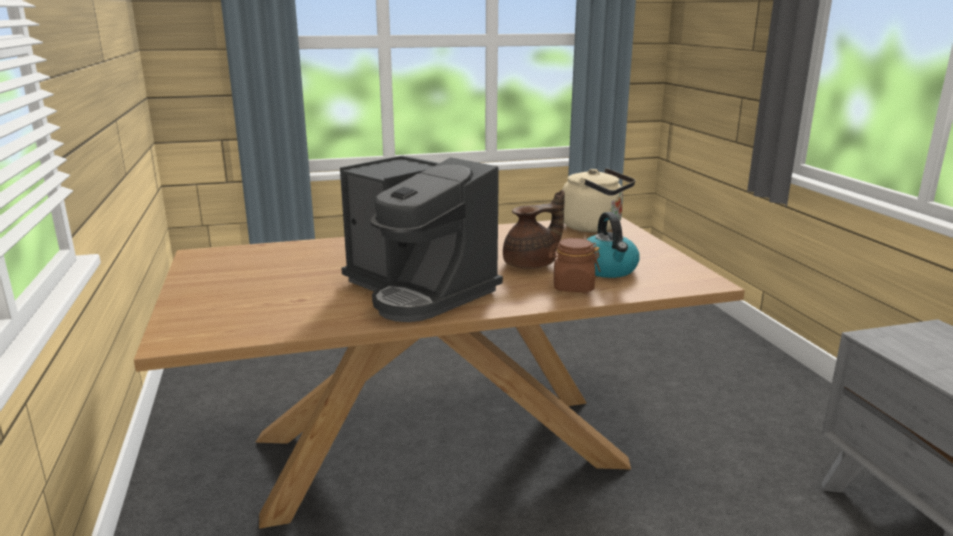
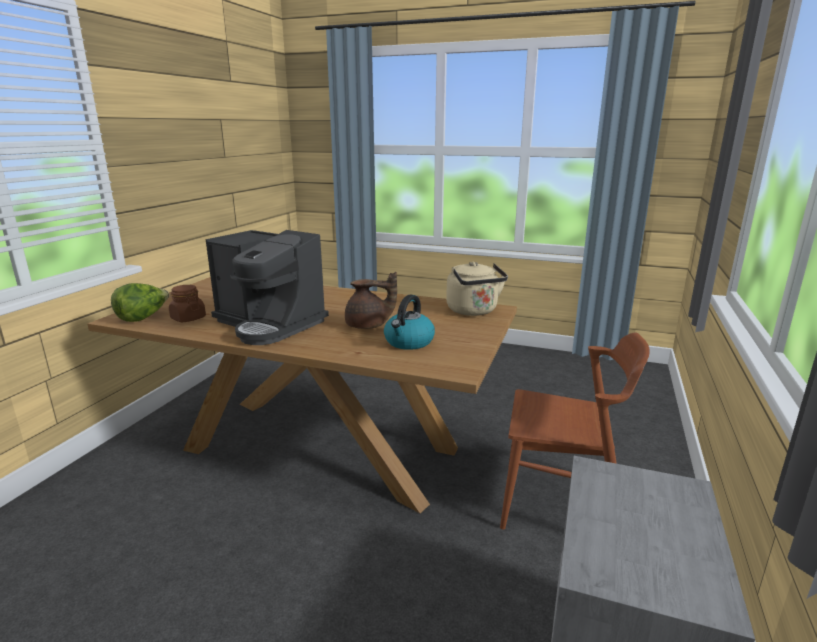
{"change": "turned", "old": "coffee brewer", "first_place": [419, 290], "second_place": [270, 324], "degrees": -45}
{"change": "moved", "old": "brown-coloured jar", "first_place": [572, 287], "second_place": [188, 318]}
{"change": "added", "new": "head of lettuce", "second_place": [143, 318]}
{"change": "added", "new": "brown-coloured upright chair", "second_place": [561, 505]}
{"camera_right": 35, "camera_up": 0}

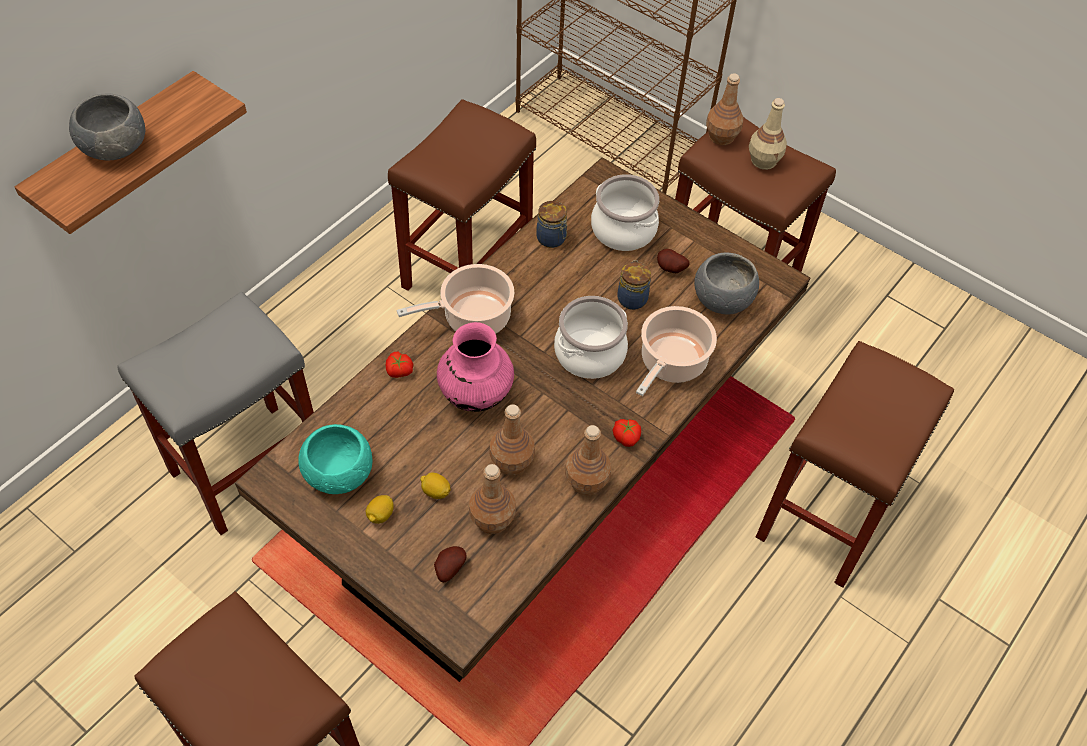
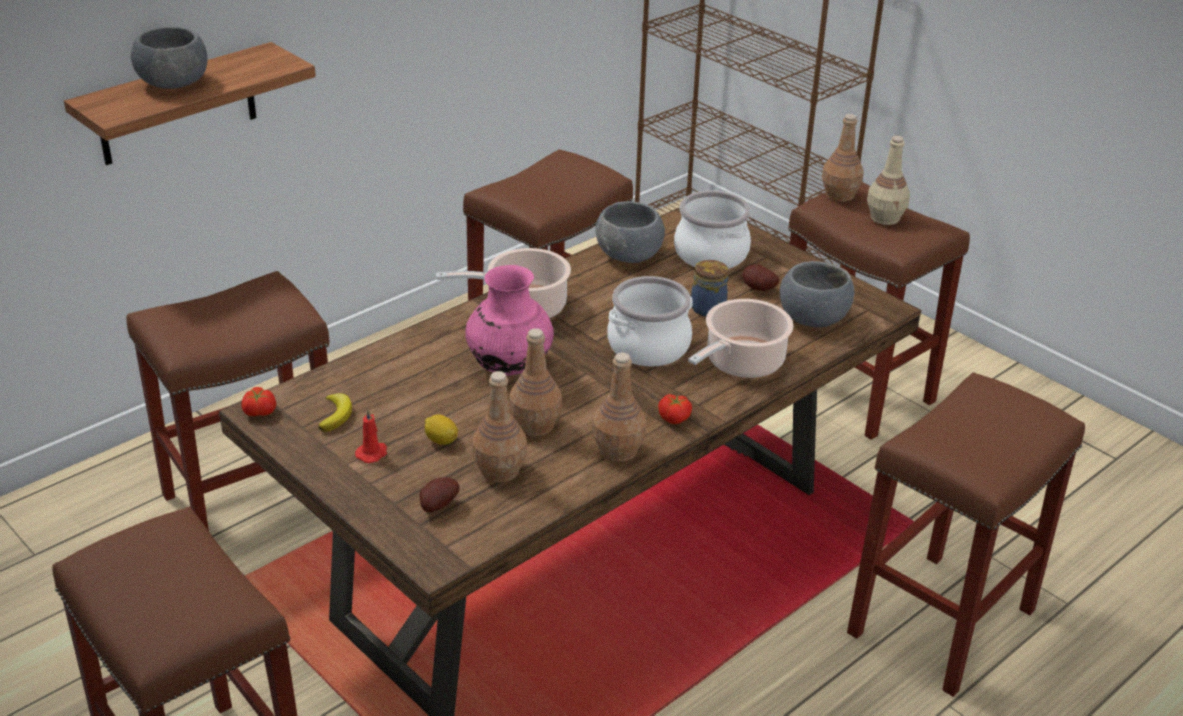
{"change": "recoloured", "old": "grey sitting stool", "new": "brown-coloured sitting stool", "first_place": [249, 465], "second_place": [254, 499]}
{"change": "replaced", "old": "turquoise-coloured deep dish", "new": "whole banana", "first_place": [338, 473], "second_place": [336, 415]}
{"change": "replaced", "old": "whole lemon", "new": "red wax candle", "first_place": [380, 515], "second_place": [372, 453]}
{"change": "moved", "old": "tomato", "first_place": [399, 371], "second_place": [259, 412]}
{"change": "replaced", "old": "jar", "new": "grey deep dish", "first_place": [552, 239], "second_place": [628, 255]}
{"camera_right": 10, "camera_up": -20}

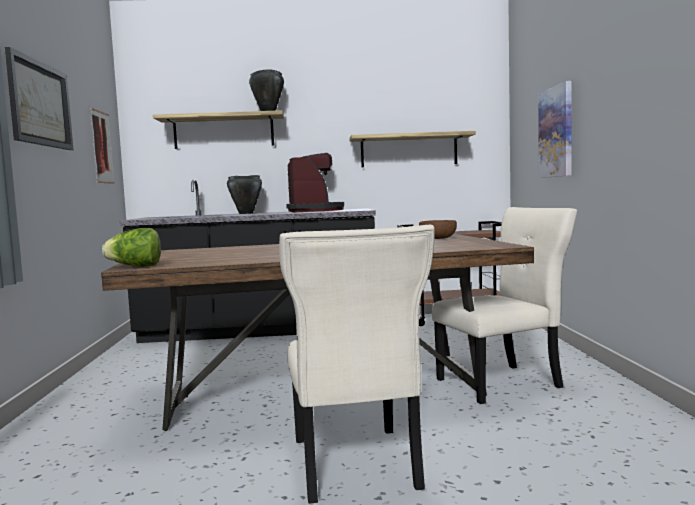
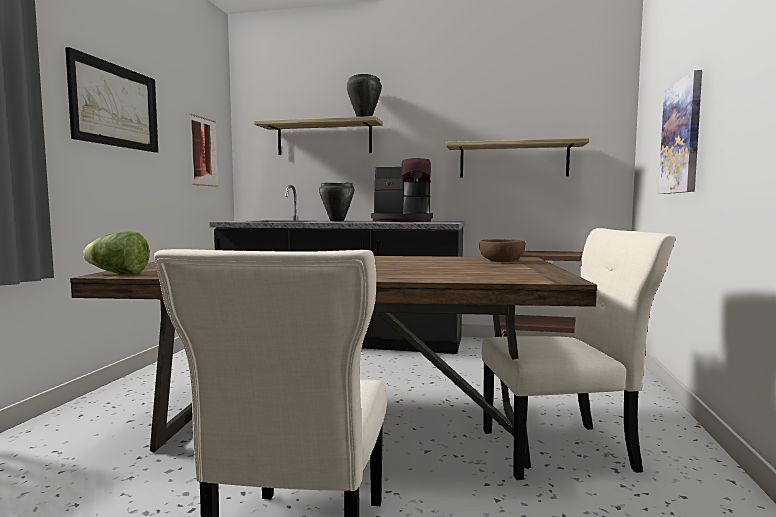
{"change": "turned", "old": "coffee brewer", "first_place": [314, 211], "second_place": [403, 221], "degrees": 90}
{"camera_right": 15, "camera_up": 0}

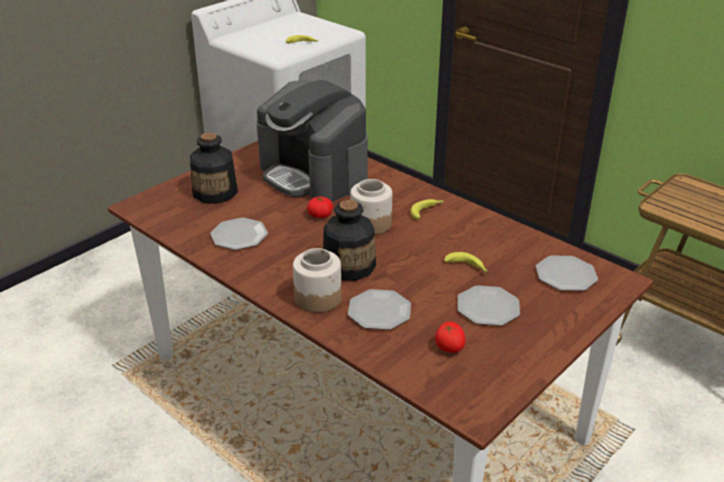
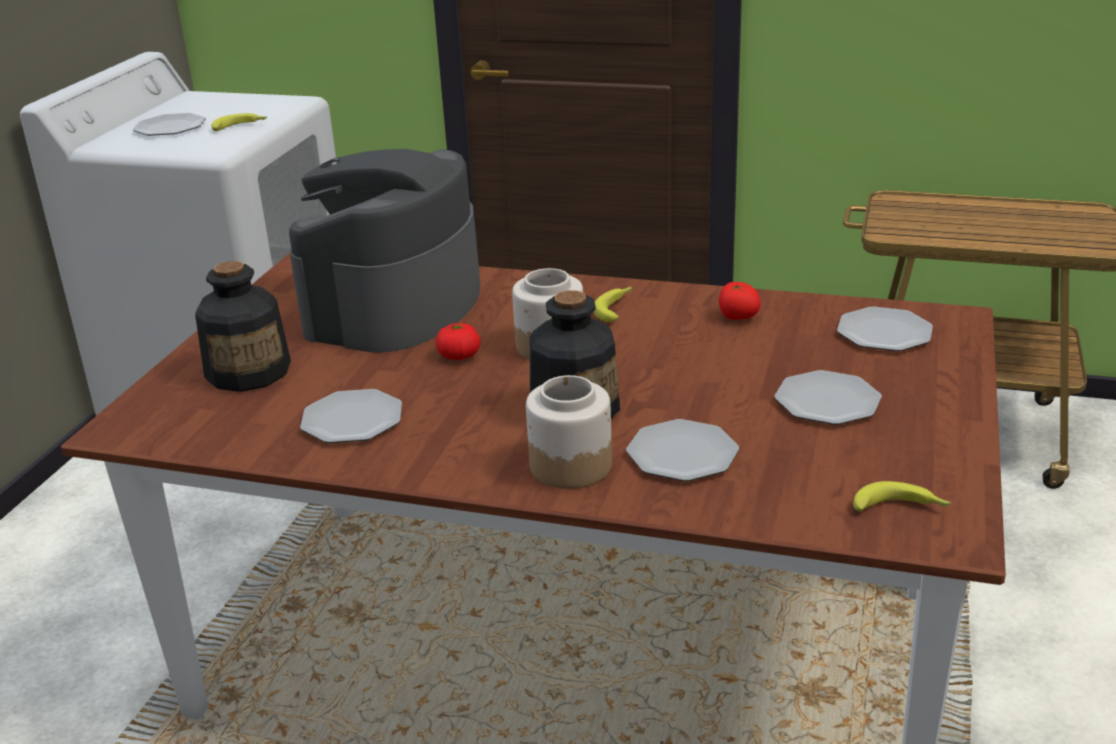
{"change": "turned", "old": "coffee brewer", "first_place": [314, 174], "second_place": [394, 306], "degrees": 90}
{"change": "moved", "old": "tomato", "first_place": [449, 347], "second_place": [737, 317]}
{"change": "moved", "old": "whole banana", "first_place": [467, 267], "second_place": [900, 508]}
{"change": "added", "new": "flat dish", "second_place": [171, 128]}
{"camera_right": -25, "camera_up": -5}

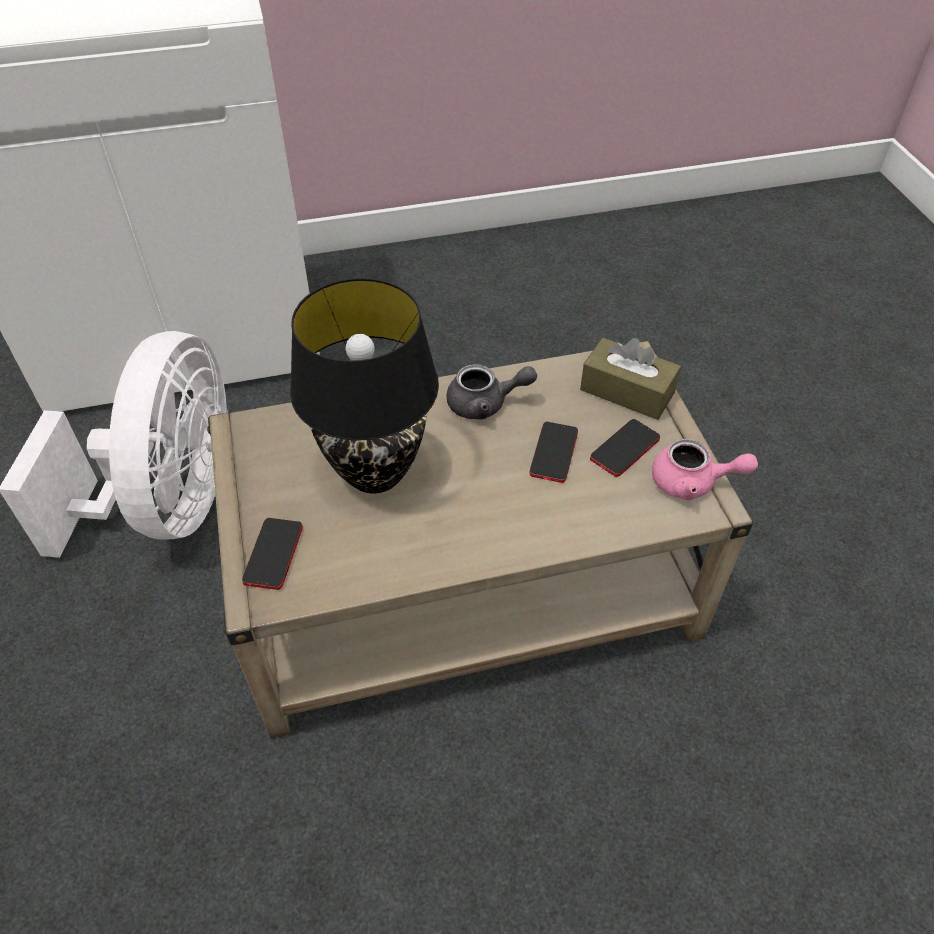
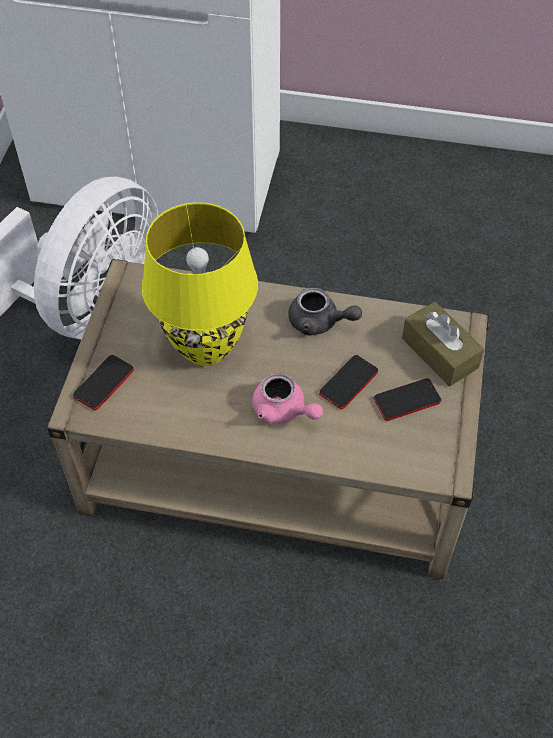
{"change": "recoloured", "old": "black-coloured lamp for a table", "new": "yellow lamp for a table", "first_place": [373, 473], "second_place": [204, 348]}
{"change": "moved", "old": "pink-coloured teapot", "first_place": [692, 483], "second_place": [284, 411]}
{"camera_right": 25, "camera_up": 5}

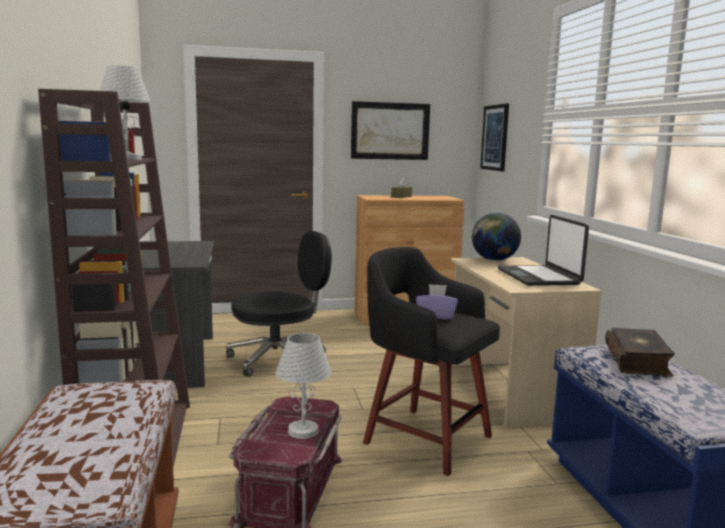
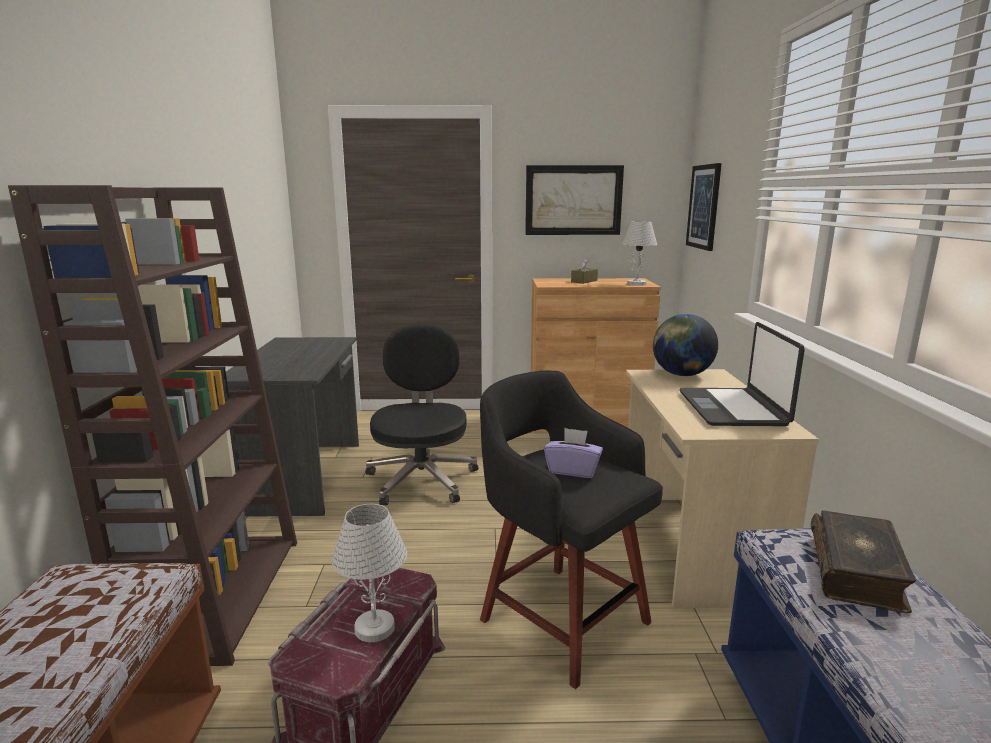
{"change": "moved", "old": "white-coloured lamp for a table", "first_place": [128, 159], "second_place": [637, 284]}
{"change": "turned", "old": "black-coloured computer chair", "first_place": [279, 359], "second_place": [422, 479], "degrees": -75}
{"camera_right": 10, "camera_up": 5}

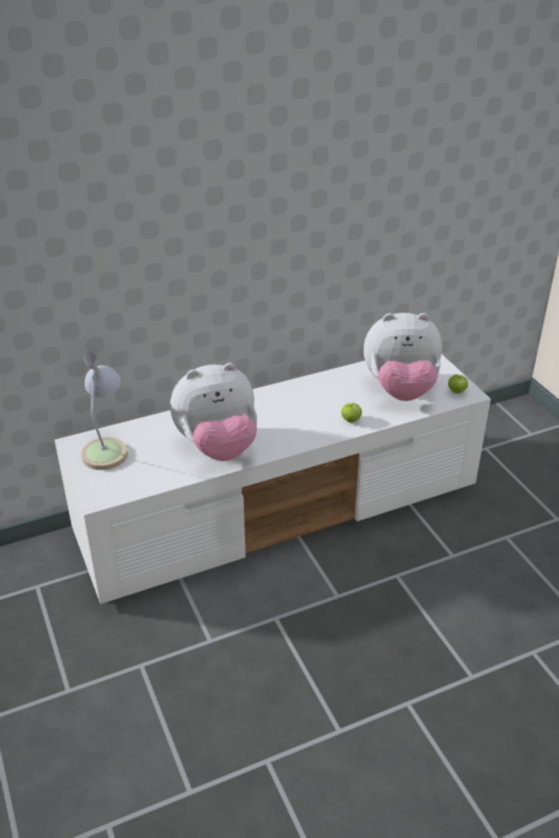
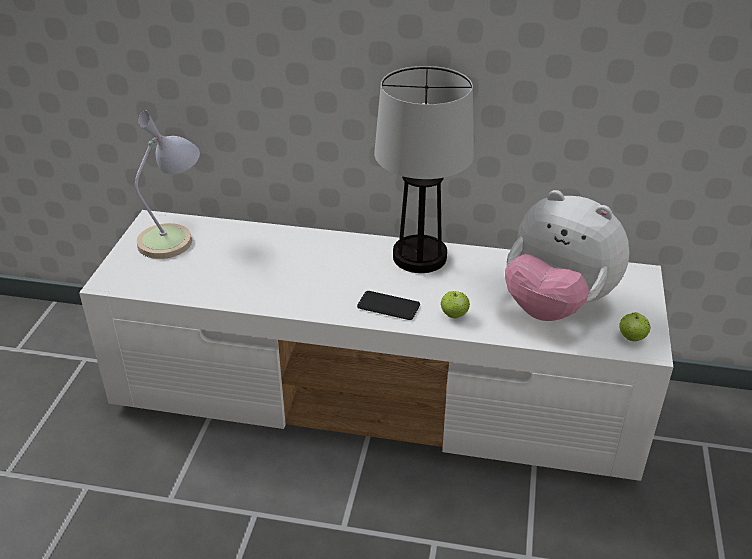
{"change": "removed", "old": "cuddly toy", "first_place": [218, 447]}
{"change": "added", "new": "phone", "second_place": [388, 306]}
{"change": "added", "new": "lamp for a table", "second_place": [421, 257]}
{"camera_right": 35, "camera_up": 0}

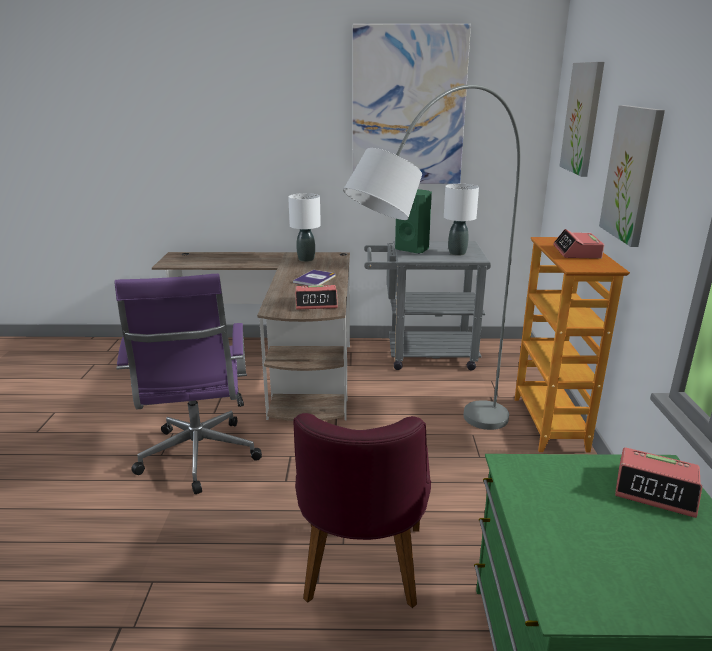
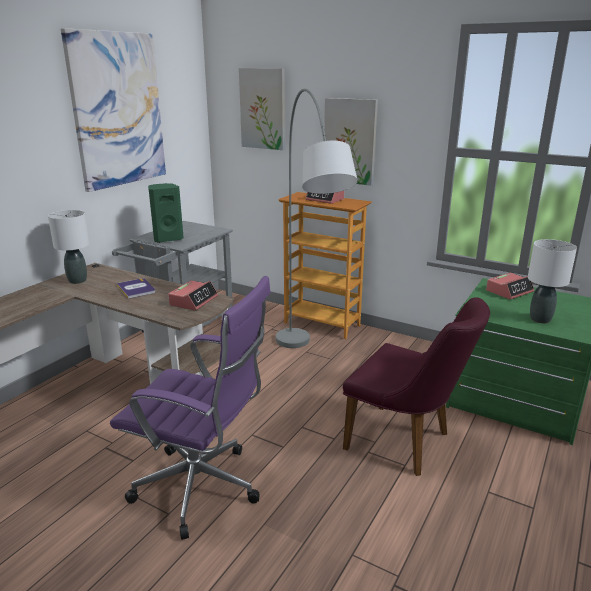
{"change": "moved", "old": "white-coloured lamp for a table", "first_place": [457, 253], "second_place": [540, 319]}
{"camera_right": -60, "camera_up": 0}

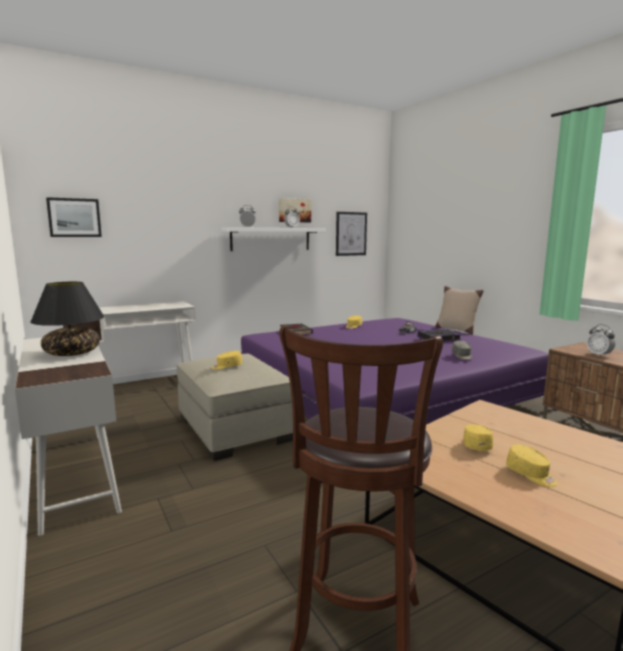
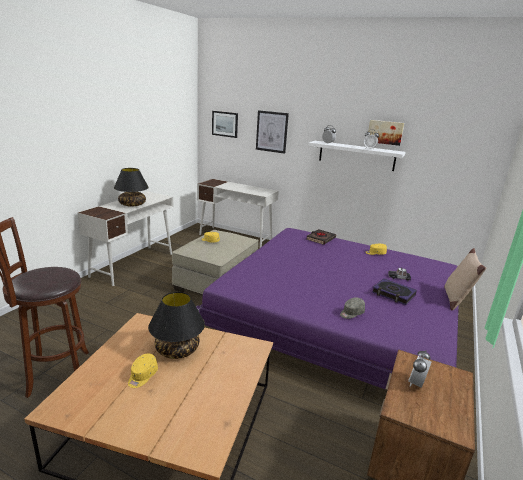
{"change": "moved", "old": "wall art", "first_place": [351, 234], "second_place": [272, 131]}
{"change": "replaced", "old": "yellow peaked cap", "new": "black-coloured lamp for a table", "first_place": [476, 444], "second_place": [177, 349]}
{"camera_right": 55, "camera_up": 10}

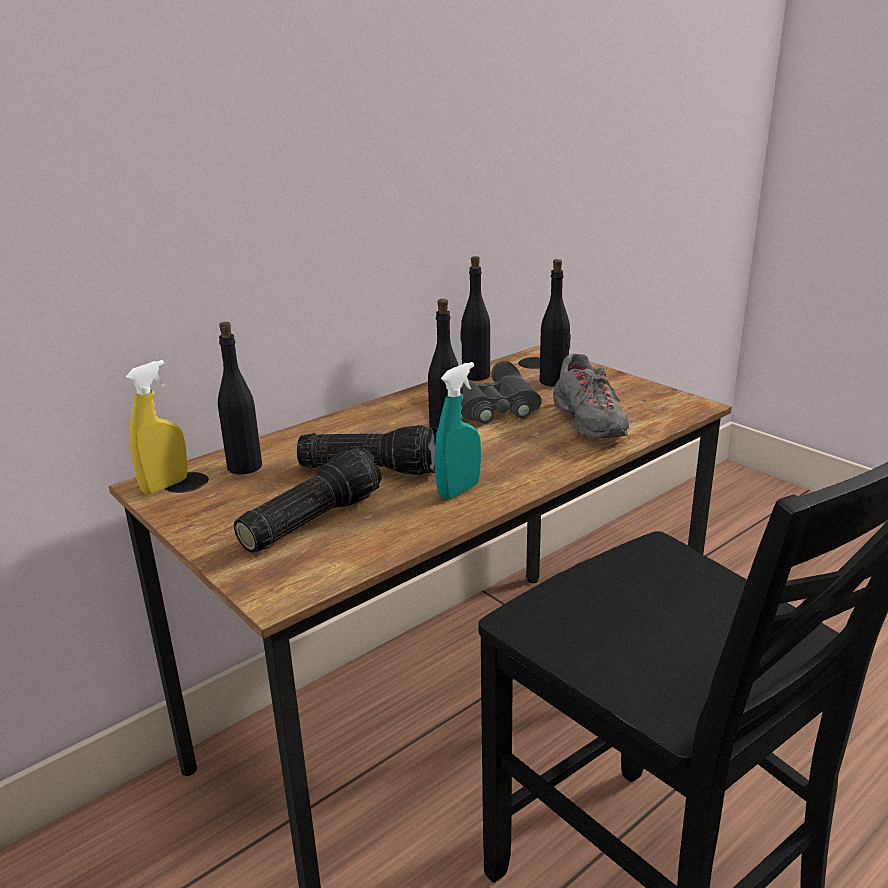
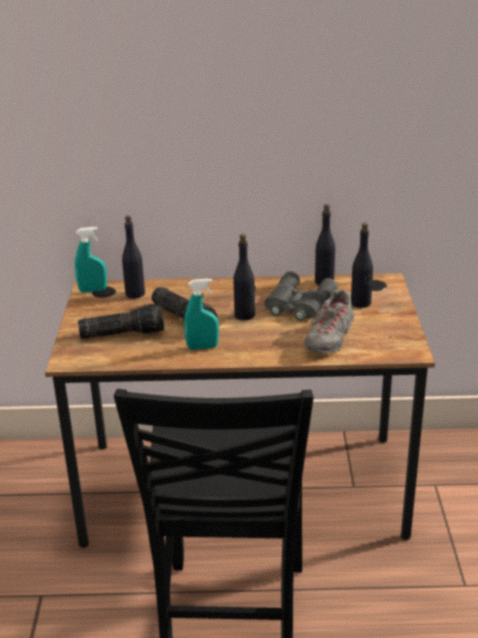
{"change": "recoloured", "old": "yellow spray bottle", "new": "turquoise-coloured spray bottle", "first_place": [165, 485], "second_place": [93, 290]}
{"camera_right": 40, "camera_up": 5}

